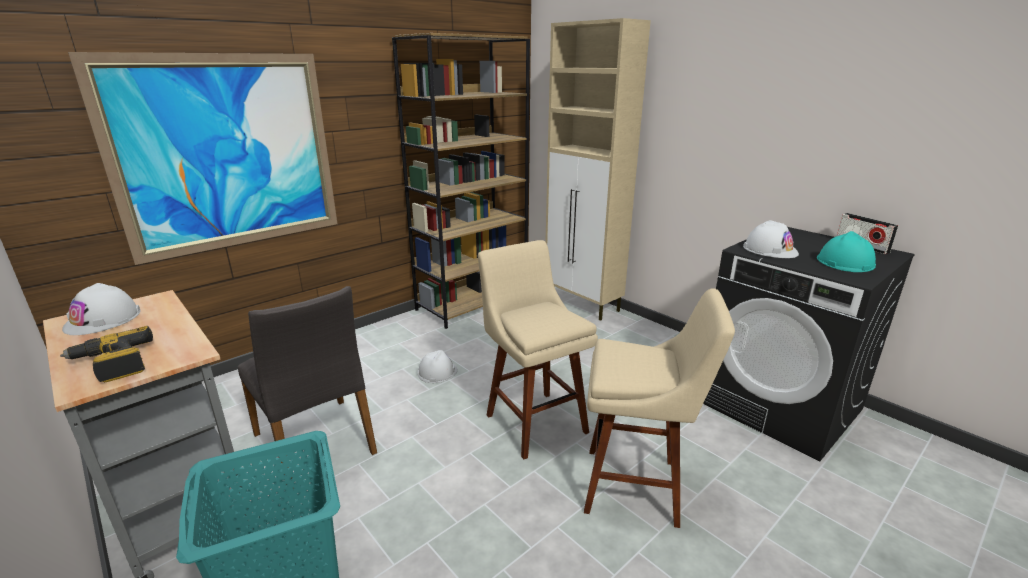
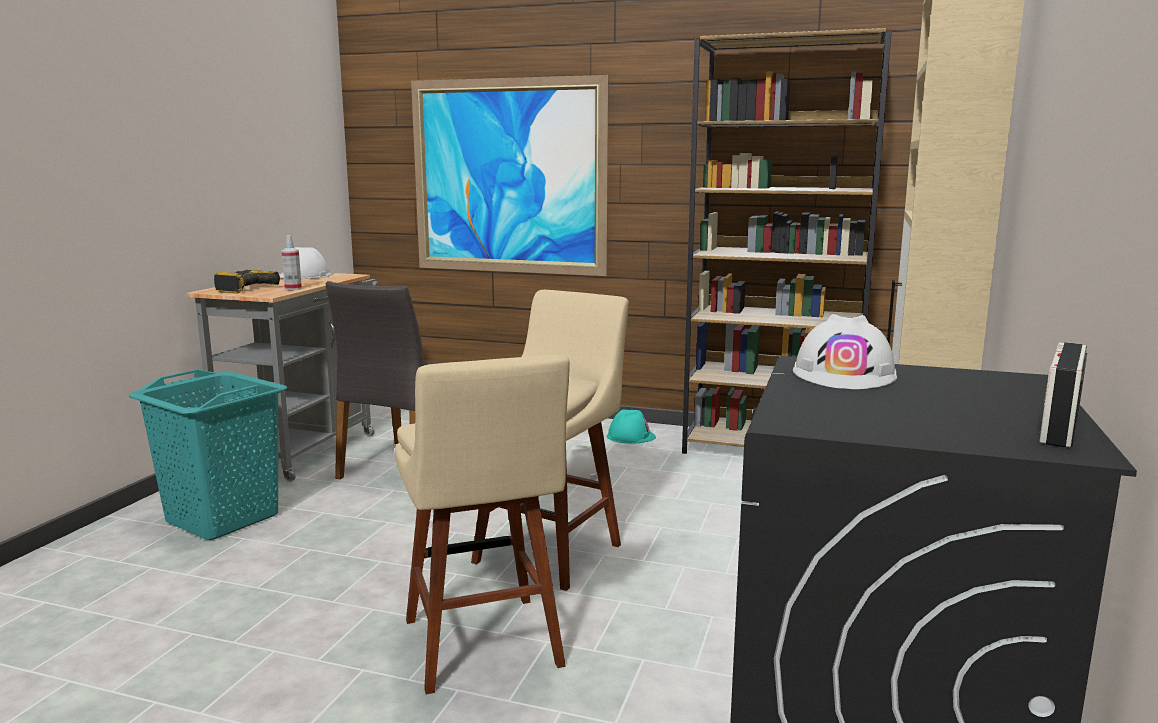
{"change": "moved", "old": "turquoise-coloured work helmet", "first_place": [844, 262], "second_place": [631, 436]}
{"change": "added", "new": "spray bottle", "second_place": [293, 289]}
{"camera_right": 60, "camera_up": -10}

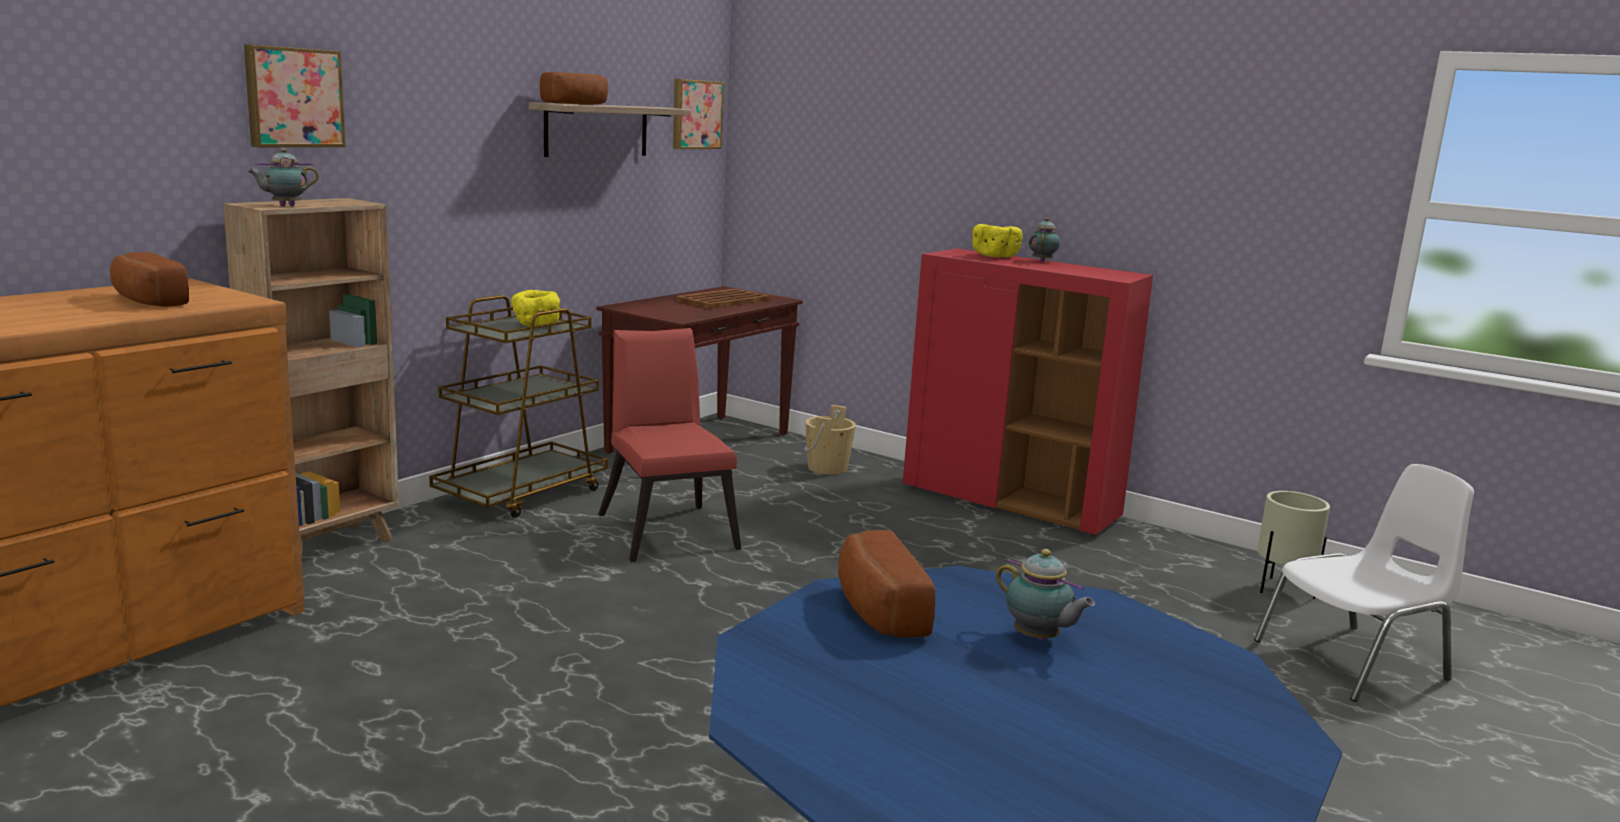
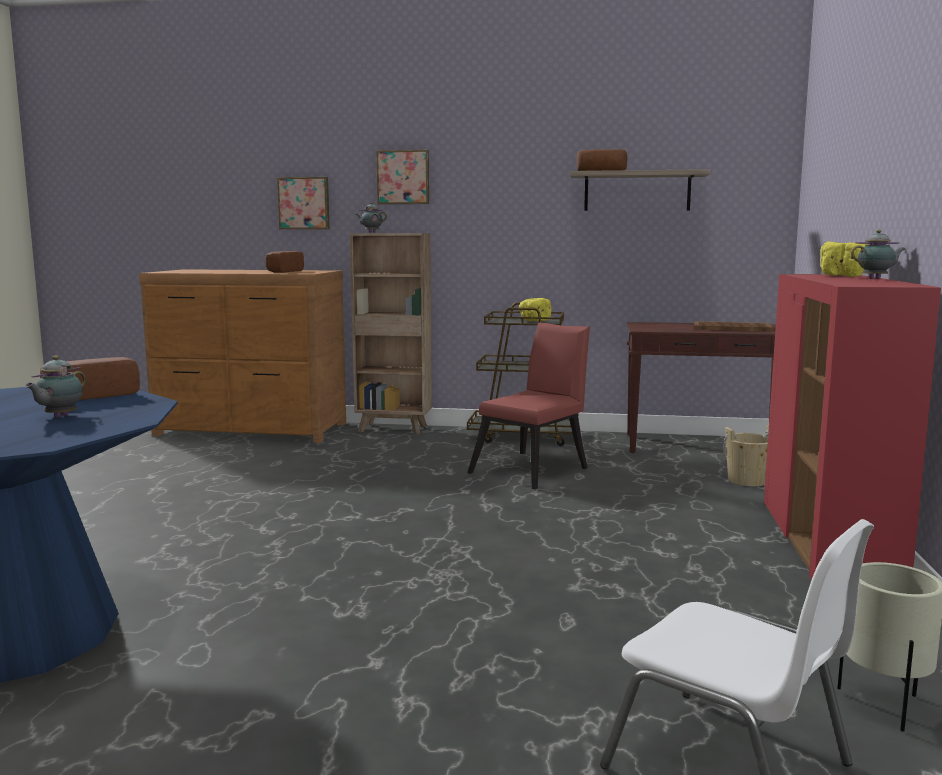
{"change": "moved", "old": "wall art", "first_place": [695, 114], "second_place": [304, 203]}
{"camera_right": 65, "camera_up": -5}

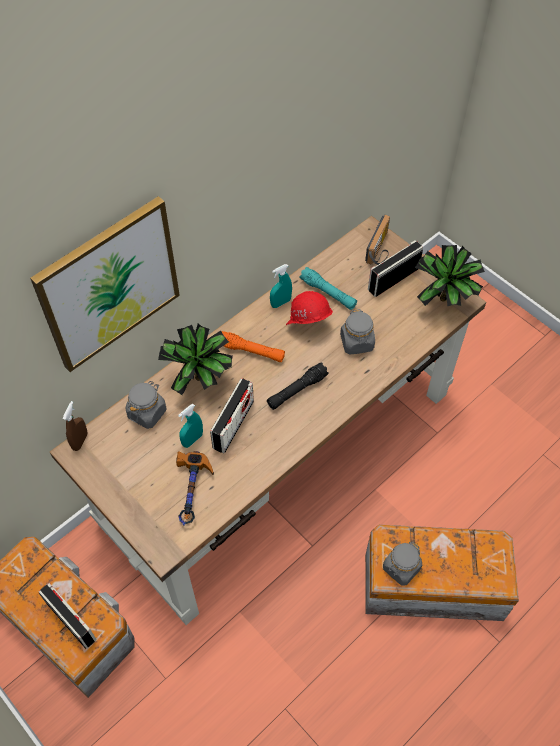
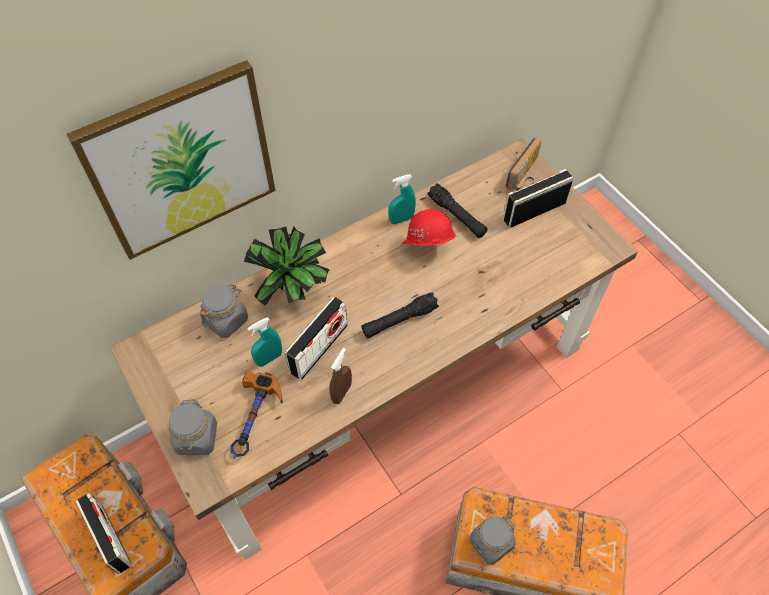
{"change": "moved", "old": "brown-coloured spray bottle", "first_place": [80, 441], "second_place": [341, 392]}
{"change": "removed", "old": "orange torch", "first_place": [252, 351]}
{"change": "recoloured", "old": "turquoise-coloured torch", "new": "black-coloured torch", "first_place": [328, 293], "second_place": [457, 216]}
{"change": "moved", "old": "grey jar", "first_place": [357, 342], "second_place": [196, 438]}
{"change": "removed", "old": "plant in a pot", "first_place": [443, 303]}
{"camera_right": 10, "camera_up": 0}

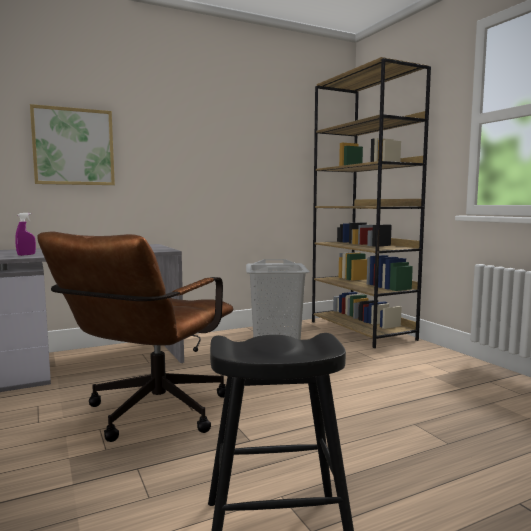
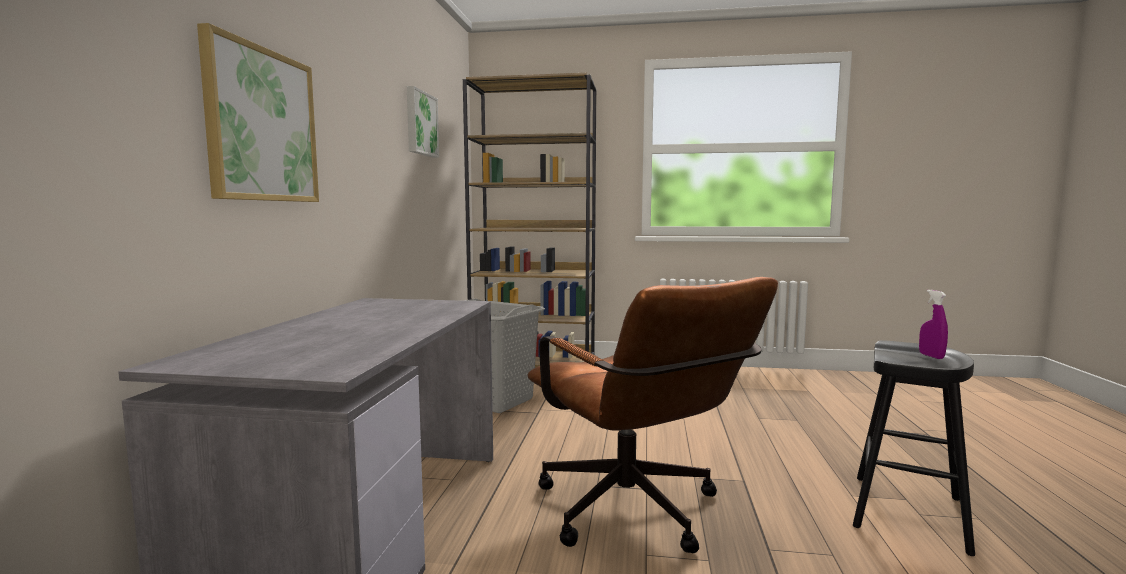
{"change": "moved", "old": "purplish spray bottle", "first_place": [26, 255], "second_place": [931, 356]}
{"change": "added", "new": "wall art", "second_place": [420, 124]}
{"camera_right": -55, "camera_up": 0}

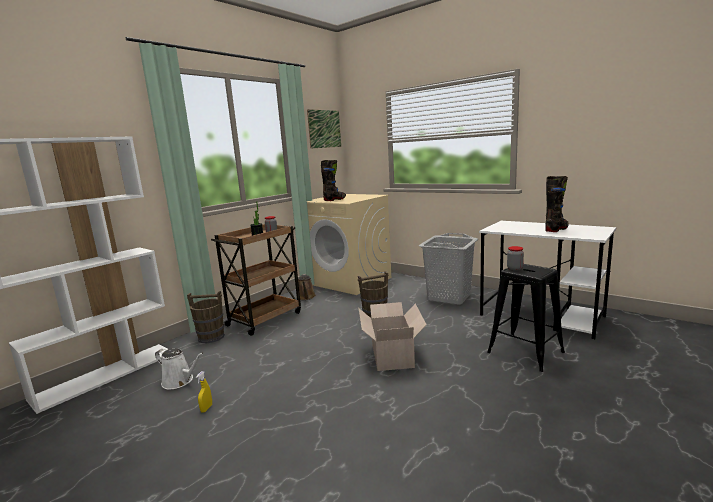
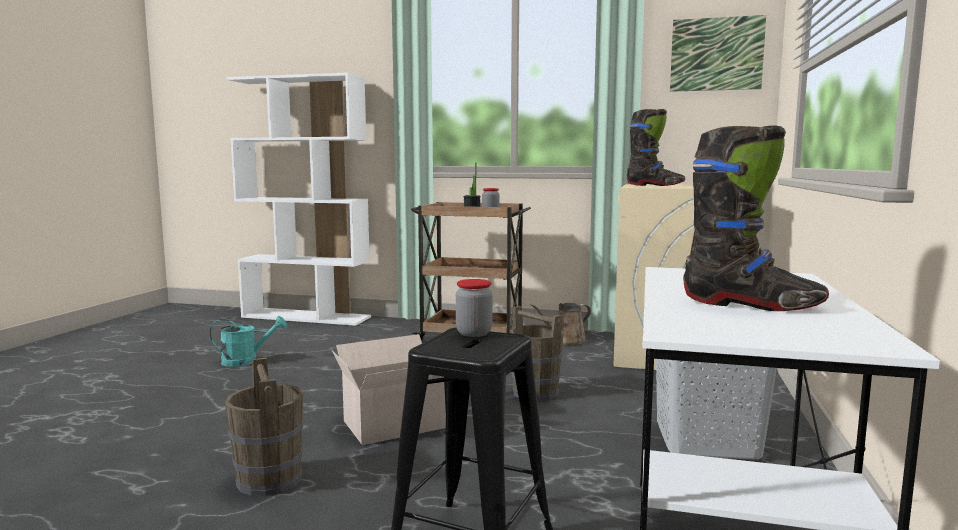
{"change": "removed", "old": "white-coloured watering pot", "first_place": [180, 381]}
{"change": "moved", "old": "brown-coloured bucket", "first_place": [211, 337], "second_place": [269, 480]}
{"change": "replaced", "old": "yellow spray bottle", "new": "turquoise-coloured watering pot", "first_place": [206, 408], "second_place": [246, 361]}
{"camera_right": 65, "camera_up": -5}

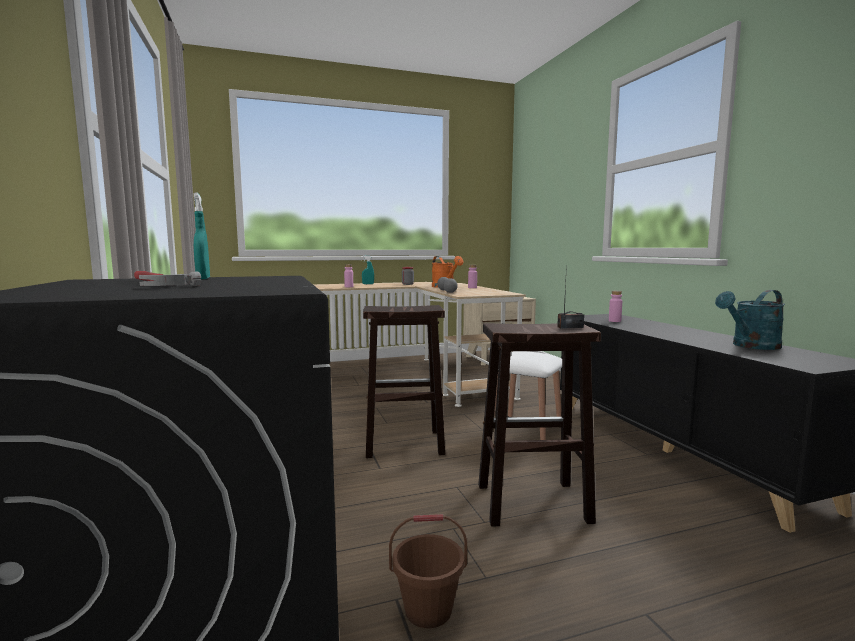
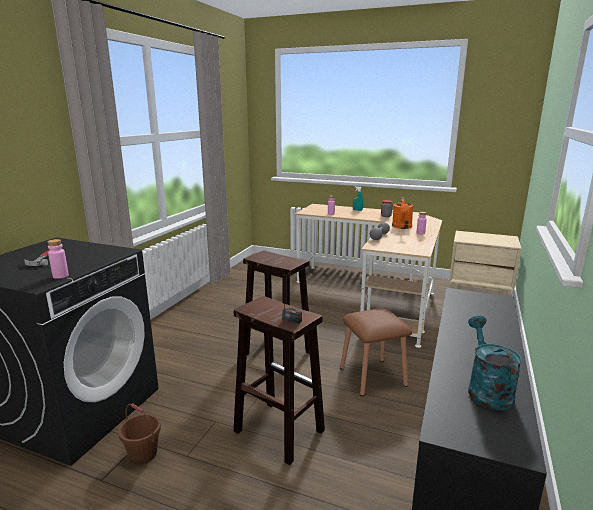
{"change": "removed", "old": "turquoise-coloured spray bottle", "first_place": [203, 279]}
{"change": "recoloured", "old": "white-coloured sitting stool", "new": "brown-coloured sitting stool", "first_place": [525, 430], "second_place": [372, 376]}
{"change": "moved", "old": "pink-coloured drink bottle", "first_place": [614, 321], "second_place": [60, 276]}
{"change": "turned", "old": "turquoise-coloured watering pot", "first_place": [751, 346], "second_place": [486, 389], "degrees": 75}
{"camera_right": 40, "camera_up": 10}

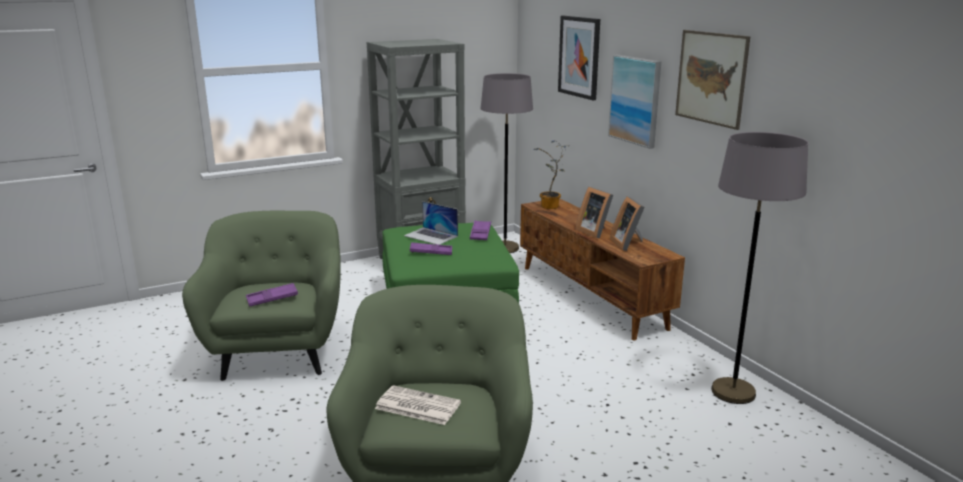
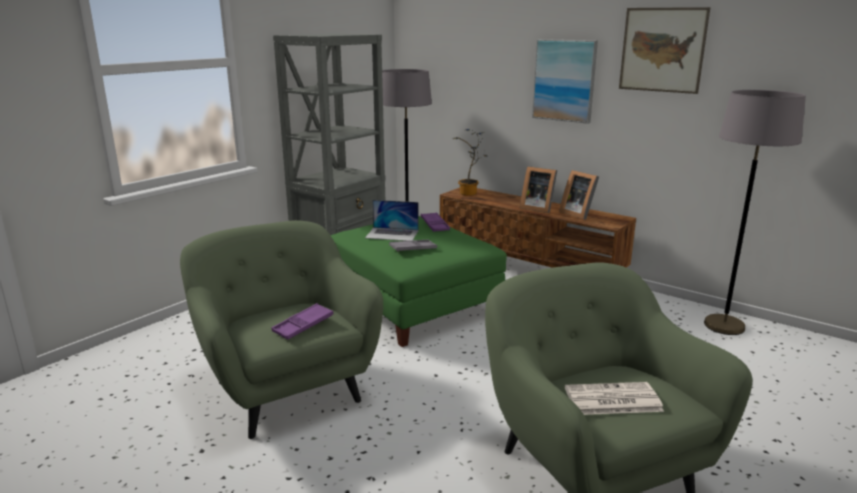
{"change": "recoloured", "old": "purplish carrying tray", "new": "grey carrying tray", "first_place": [431, 252], "second_place": [413, 249]}
{"change": "removed", "old": "wall art", "first_place": [579, 57]}
{"camera_right": -25, "camera_up": 0}

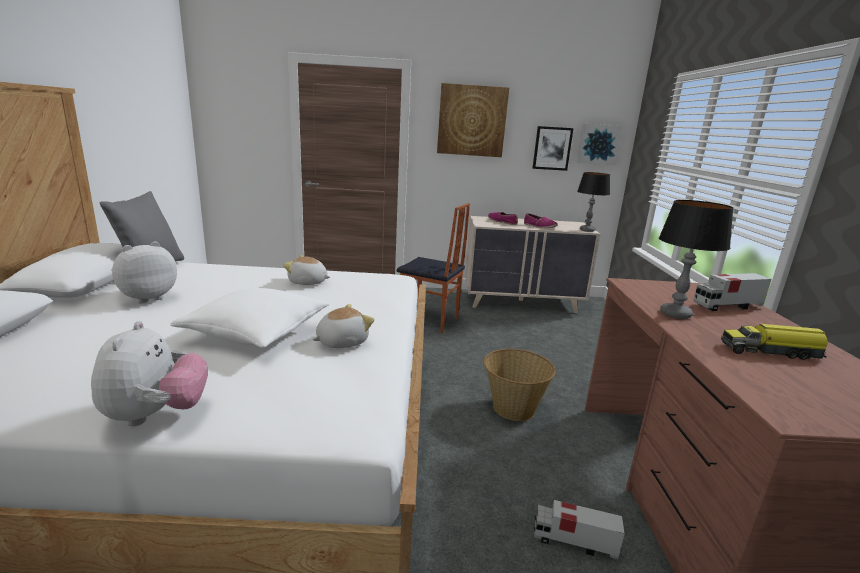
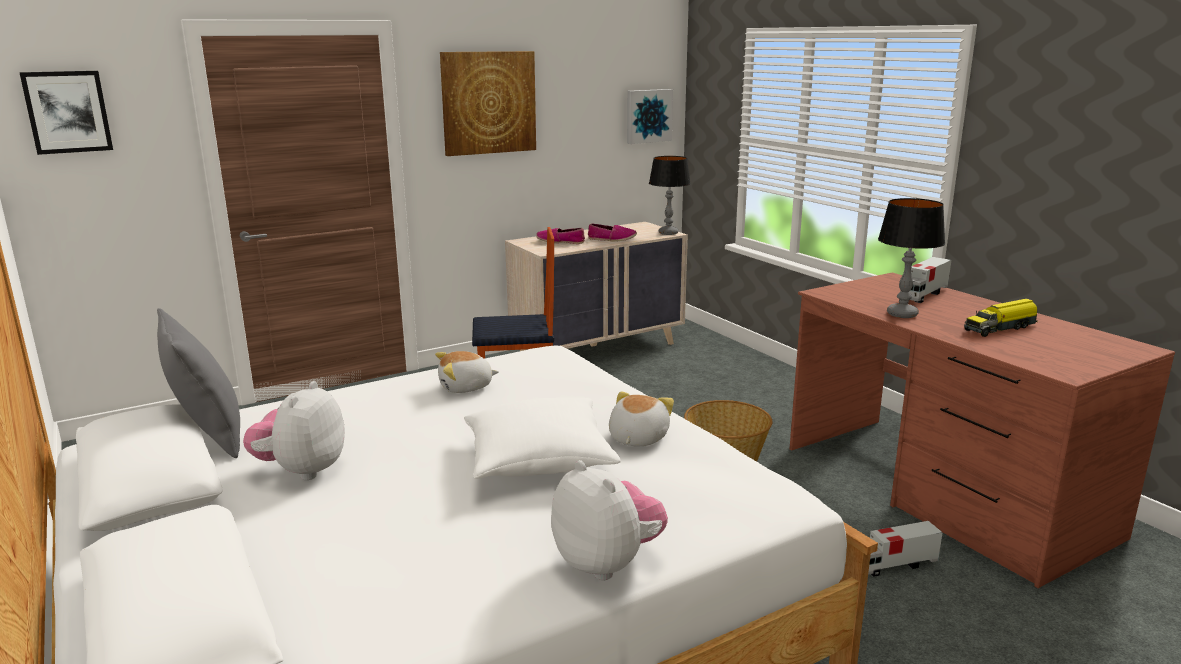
{"change": "moved", "old": "wall art", "first_place": [552, 148], "second_place": [67, 112]}
{"camera_right": -30, "camera_up": 0}

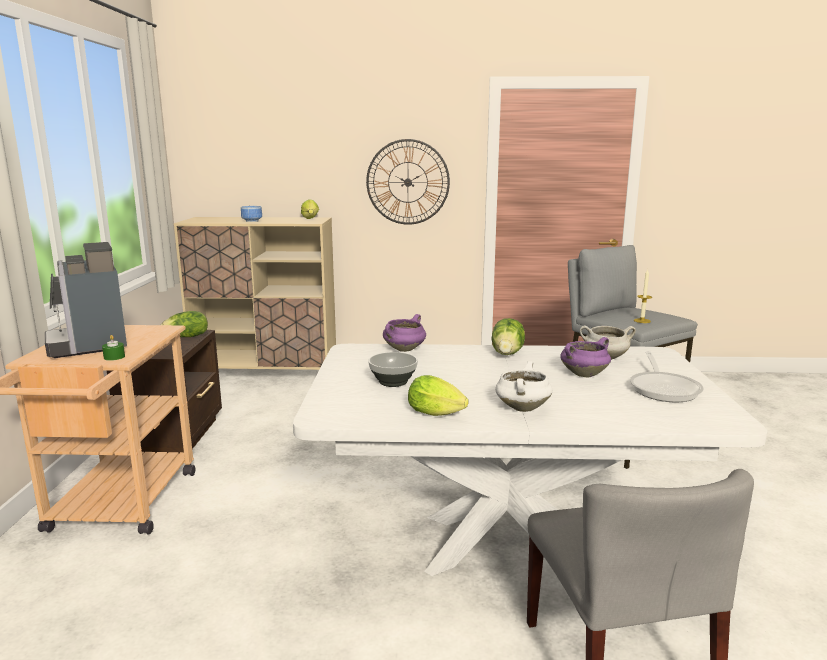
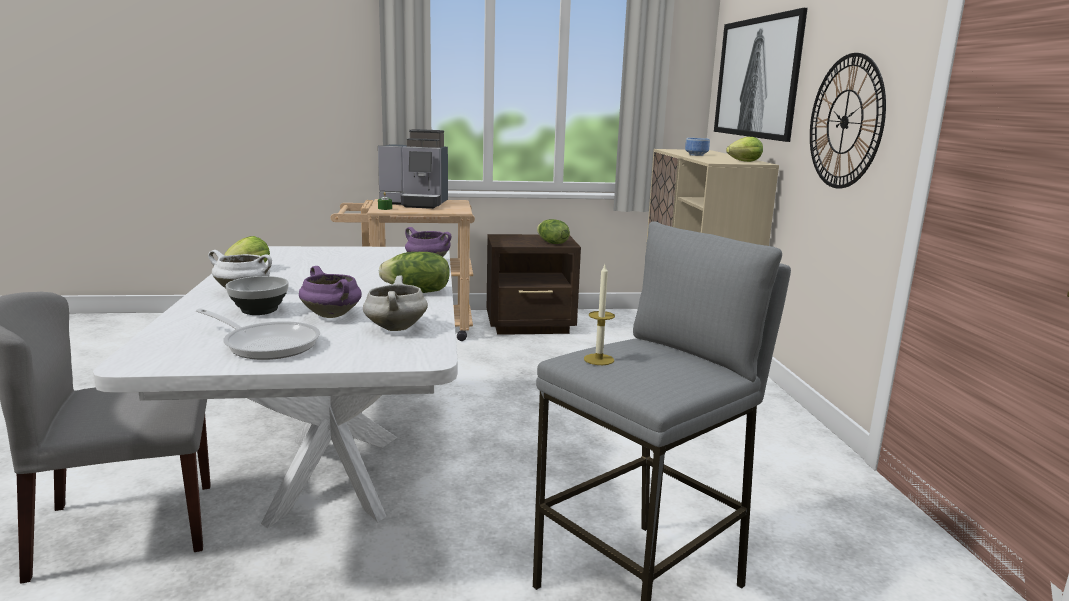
{"change": "turned", "old": "coffee brewer", "first_place": [90, 344], "second_place": [416, 204], "degrees": -135}
{"change": "moved", "old": "deep dish", "first_place": [394, 382], "second_place": [260, 311]}
{"change": "turned", "old": "pan", "first_place": [663, 389], "second_place": [267, 344], "degrees": -150}
{"change": "added", "new": "wall art", "second_place": [758, 78]}
{"camera_right": 80, "camera_up": 0}

